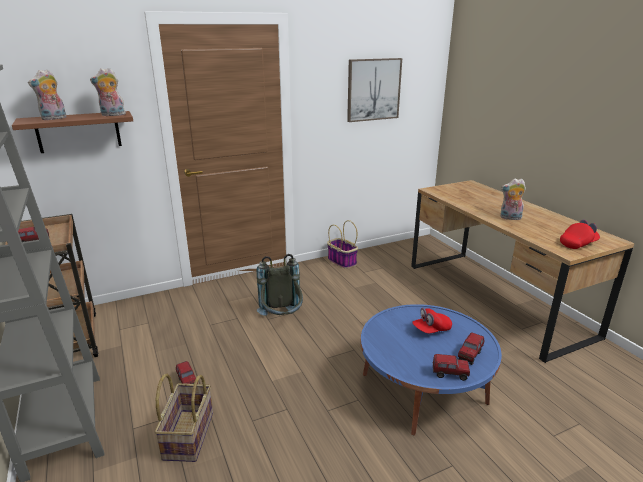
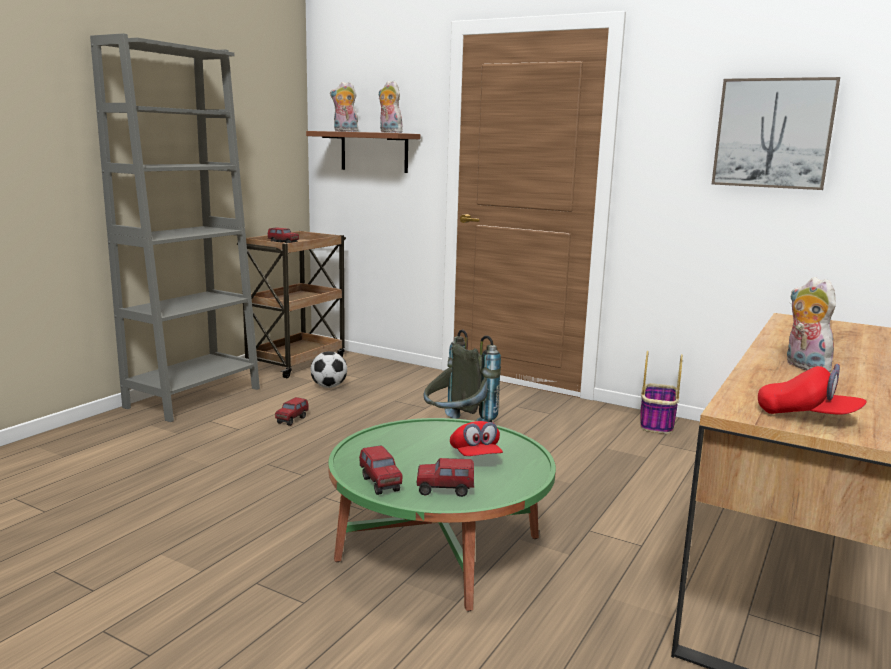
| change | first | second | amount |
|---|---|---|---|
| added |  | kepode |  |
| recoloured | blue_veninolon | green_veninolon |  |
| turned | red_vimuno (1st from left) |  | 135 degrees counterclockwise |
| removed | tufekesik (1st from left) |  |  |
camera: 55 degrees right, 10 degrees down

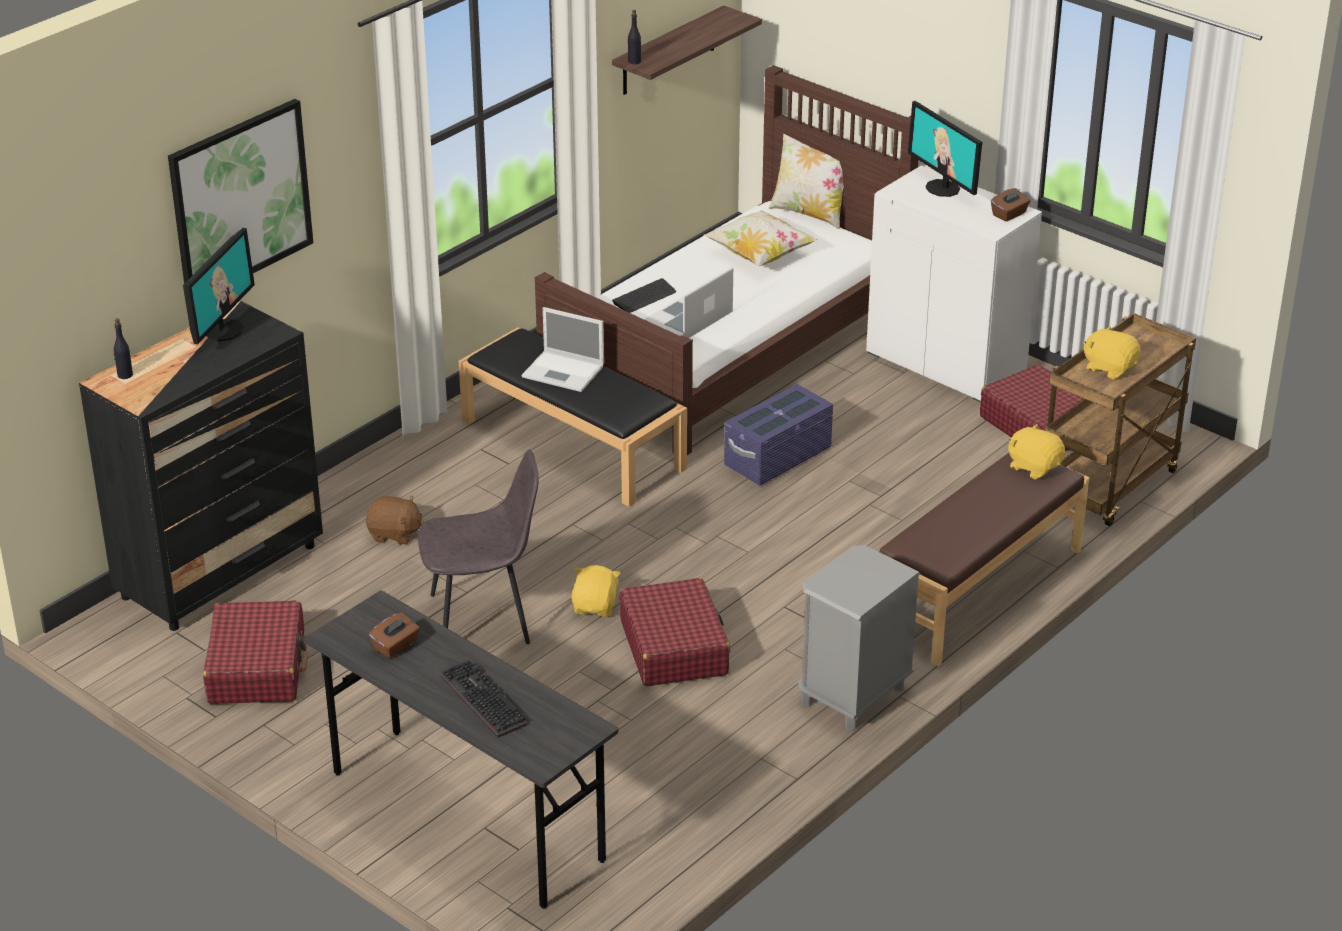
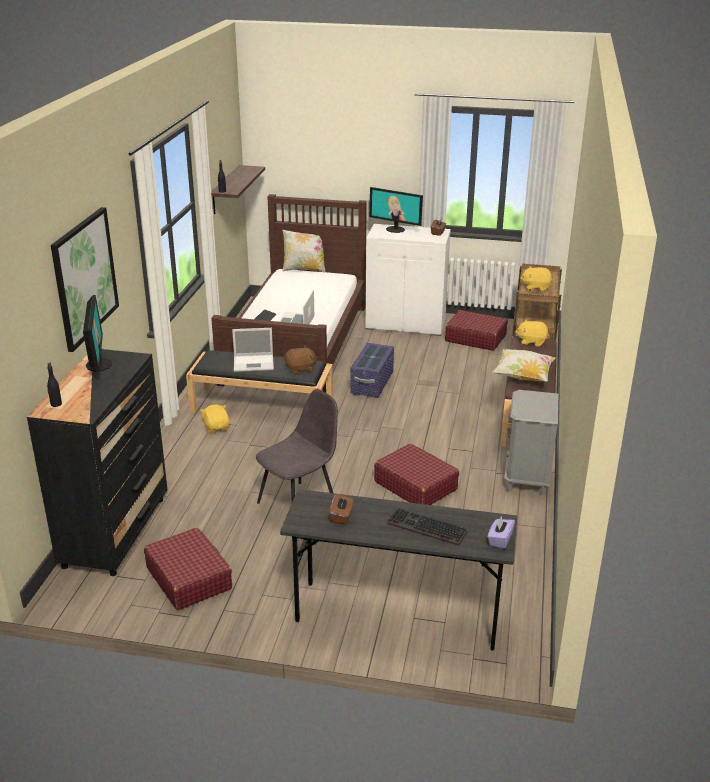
| change | first | second | amount |
|---|---|---|---|
| moved | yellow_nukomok (1st from left) |  |  |
| moved | brown_nukomok |  |  |
| added |  | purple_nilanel |  |
| moved | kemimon (1st from left in the first image) | kemimon (2nd from left) |  |
camera: 30 degrees left, 5 degrees down

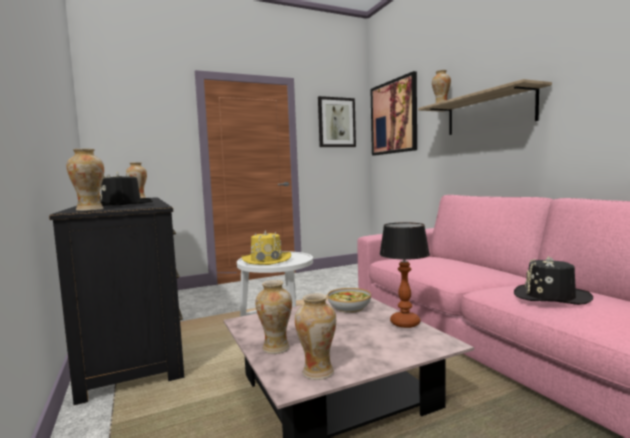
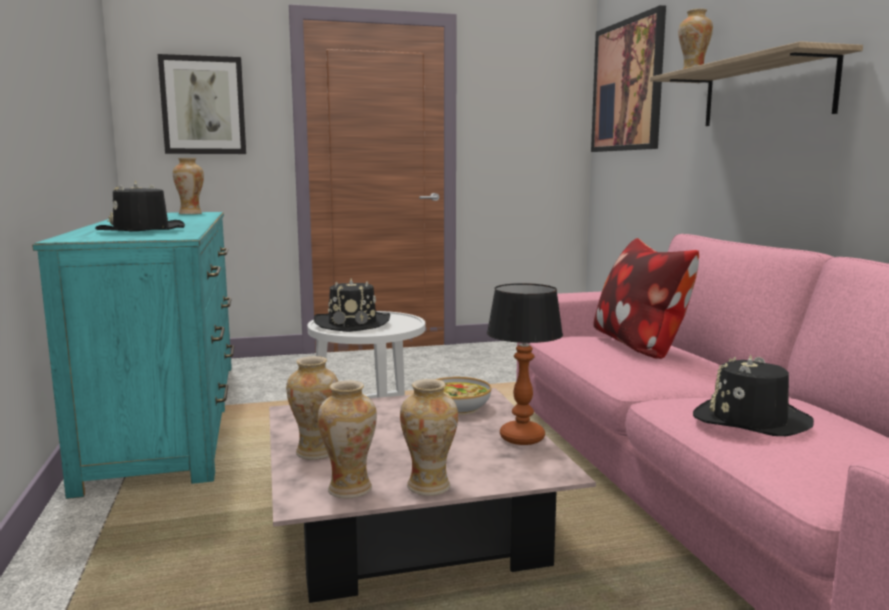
| change | first | second | amount |
|---|---|---|---|
| recoloured | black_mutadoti | turquoise_mutadoti |  |
| moved | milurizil (1st from left) |  |  |
| recoloured | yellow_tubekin | black_tubekin (2nd from left) |  |
| moved | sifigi (1st from left in the first image) | sifigi (4th from left) |  |
| added |  | kemimon |  |
camera: 10 degrees right, 5 degrees up

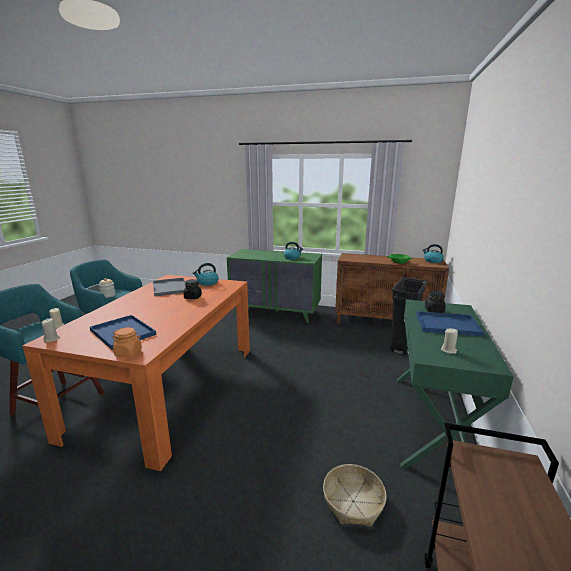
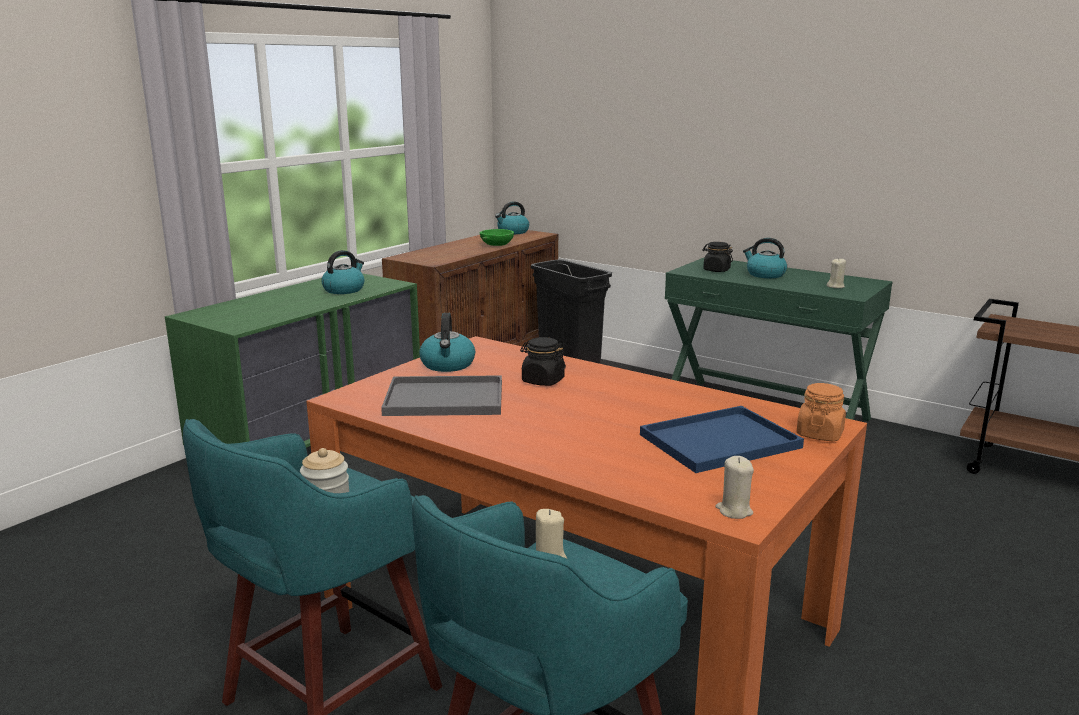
| change | first | second | amount |
|---|---|---|---|
| replaced | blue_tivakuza (2nd from left) | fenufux (4th from left) |  |
| removed | tufekesik |  |  |
camera: 70 degrees left, 0 degrees up

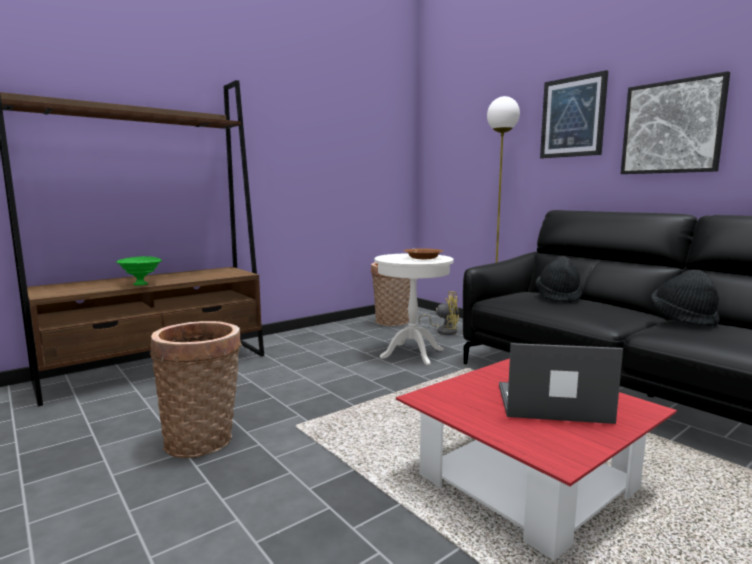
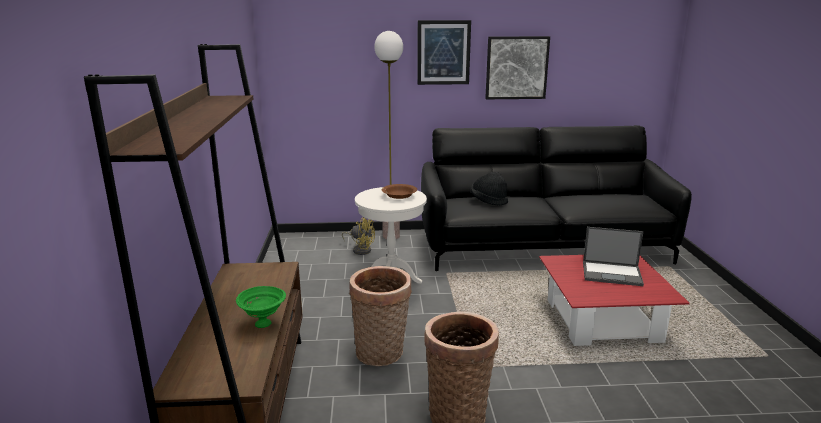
| change | first | second | amount |
|---|---|---|---|
| turned | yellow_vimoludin |  | 60 degrees clockwise |
| moved | tufekesik (2nd from left in the first image) | tufekesik (1st from left) |  |
| turned | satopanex |  | 120 degrees counterclockwise |
| removed | black_tubekin (2nd from left) |  |  |
camera: 55 degrees left, 10 degrees up

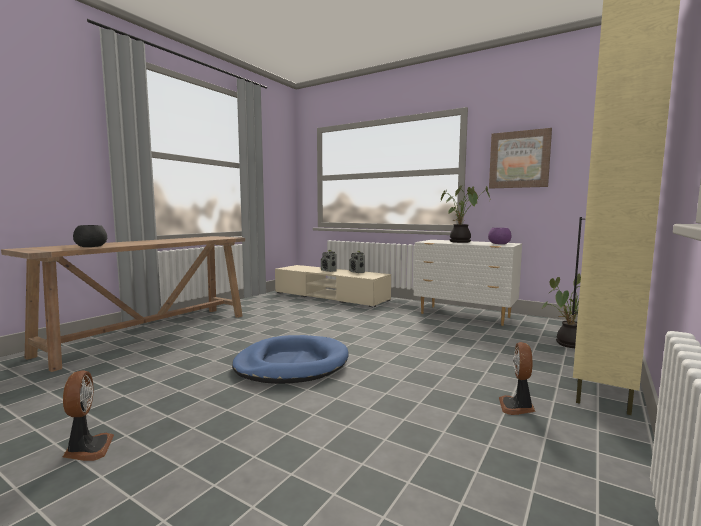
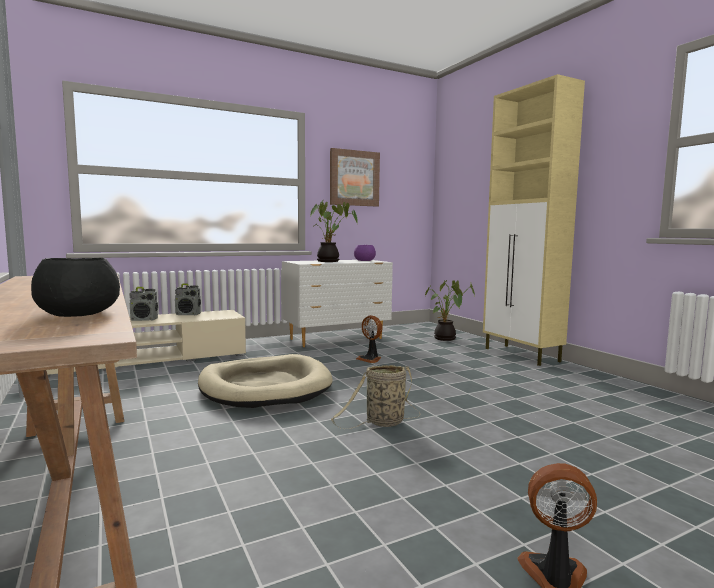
| change | first | second | amount |
|---|---|---|---|
| added |  | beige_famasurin |  |
| replaced | blue_famasurin | tufekesik |  |
| moved | vimoludin (2nd from left in the first image) | vimoludin (1st from left) |  |
camera: 60 degrees left, 0 degrees up

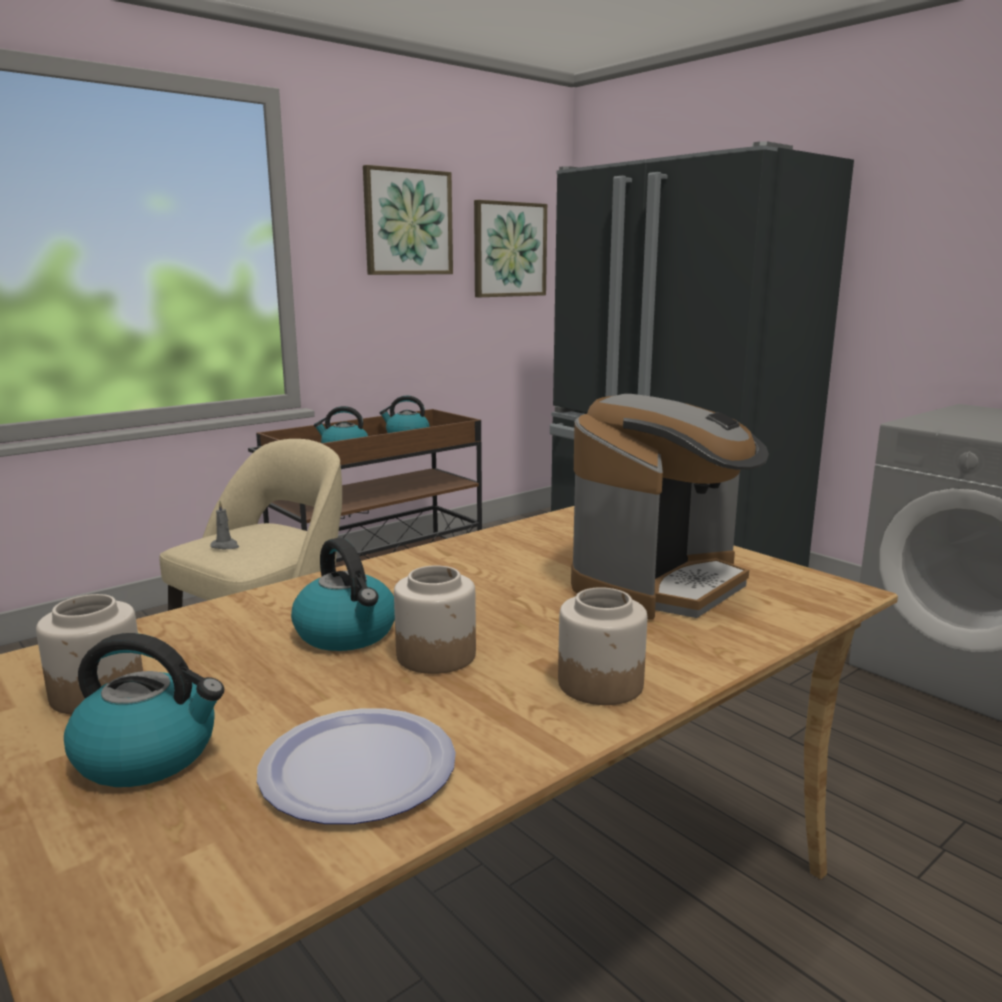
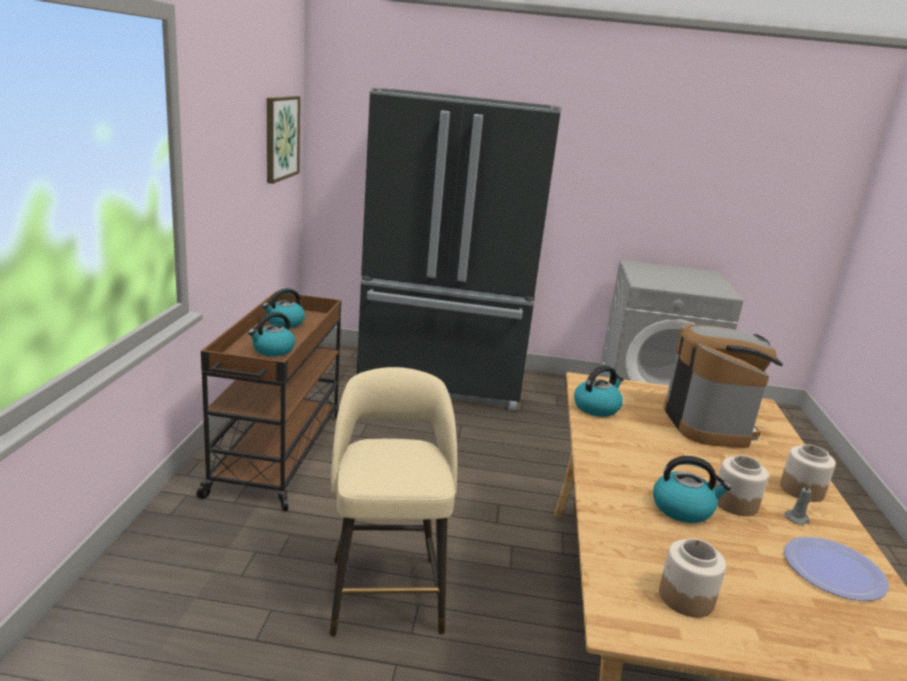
| change | first | second | amount |
|---|---|---|---|
| moved | fenufux (1st from left in the first image) | fenufux (3rd from left) |  |
| moved | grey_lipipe |  |  |
| removed | milurizil (1st from left) |  |  |
camera: 45 degrees left, 5 degrees up

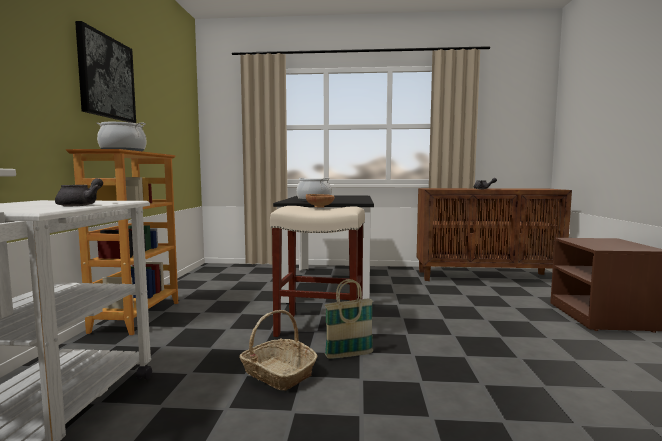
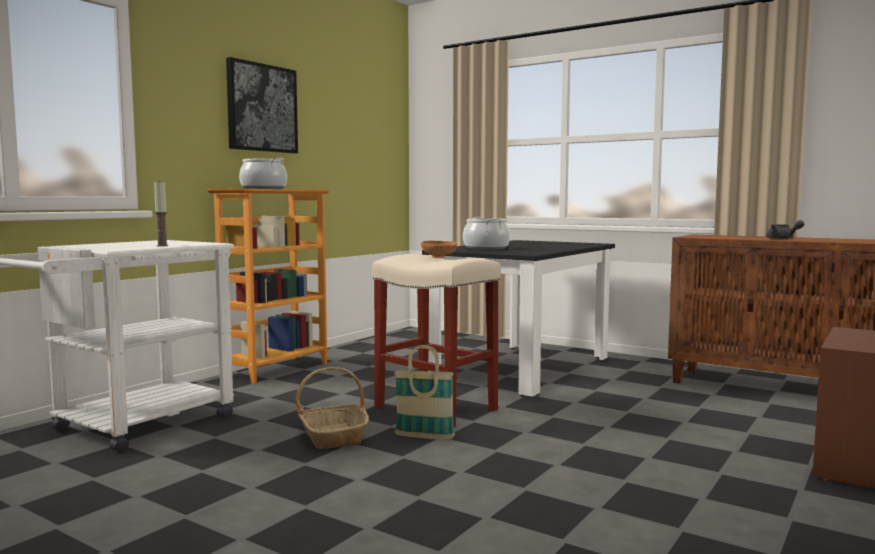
| change | first | second | amount |
|---|---|---|---|
| replaced | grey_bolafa (1st from left) | lipipe |  |
camera: 30 degrees right, 0 degrees up

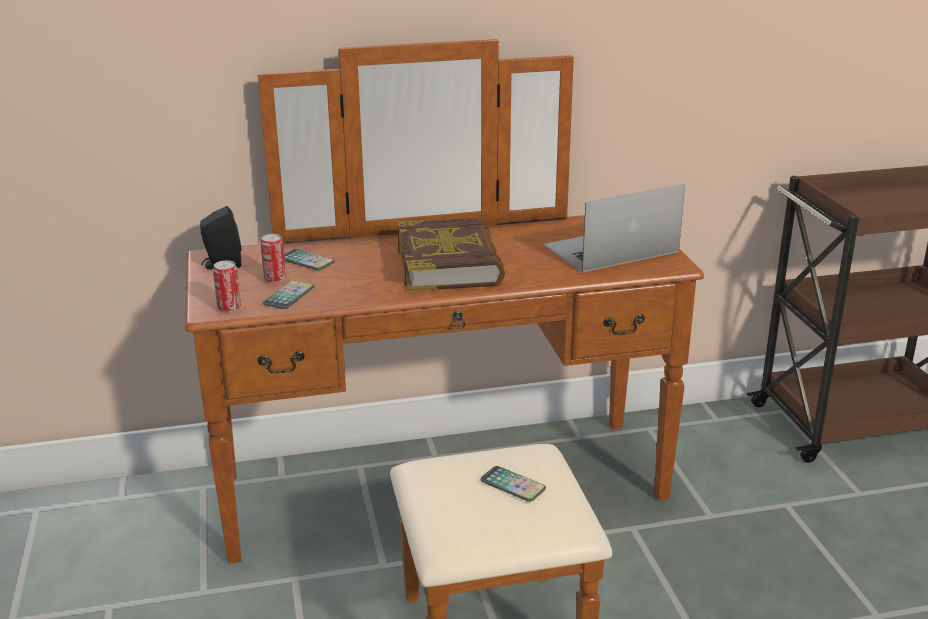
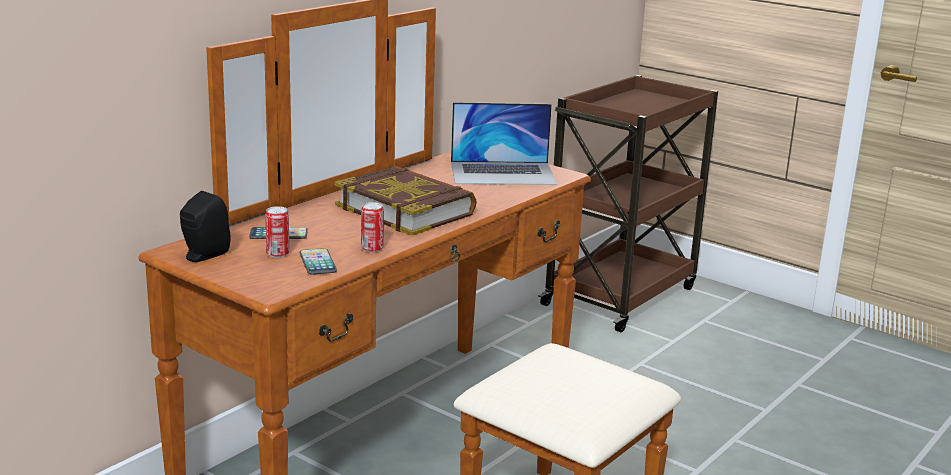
| change | first | second | amount |
|---|---|---|---|
| moved | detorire (1st from left in the first image) | detorire (2nd from left) |  |
| turned | satopanex |  | 120 degrees counterclockwise |
| removed | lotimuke (3rd from left) |  |  |
camera: 40 degrees left, 5 degrees down

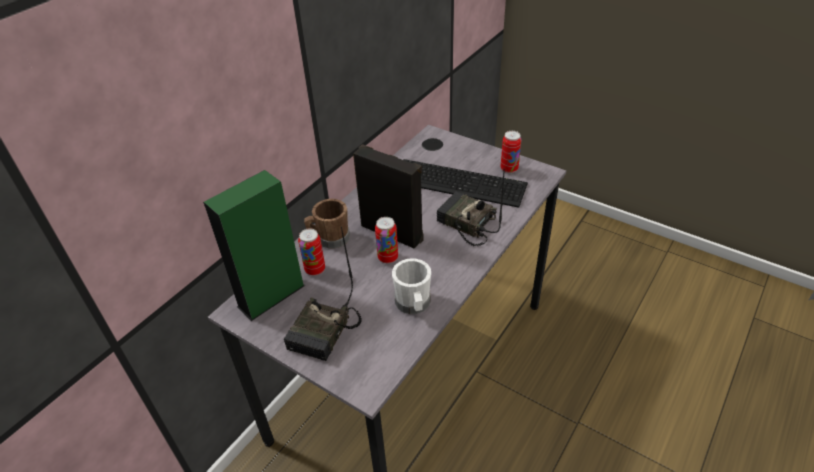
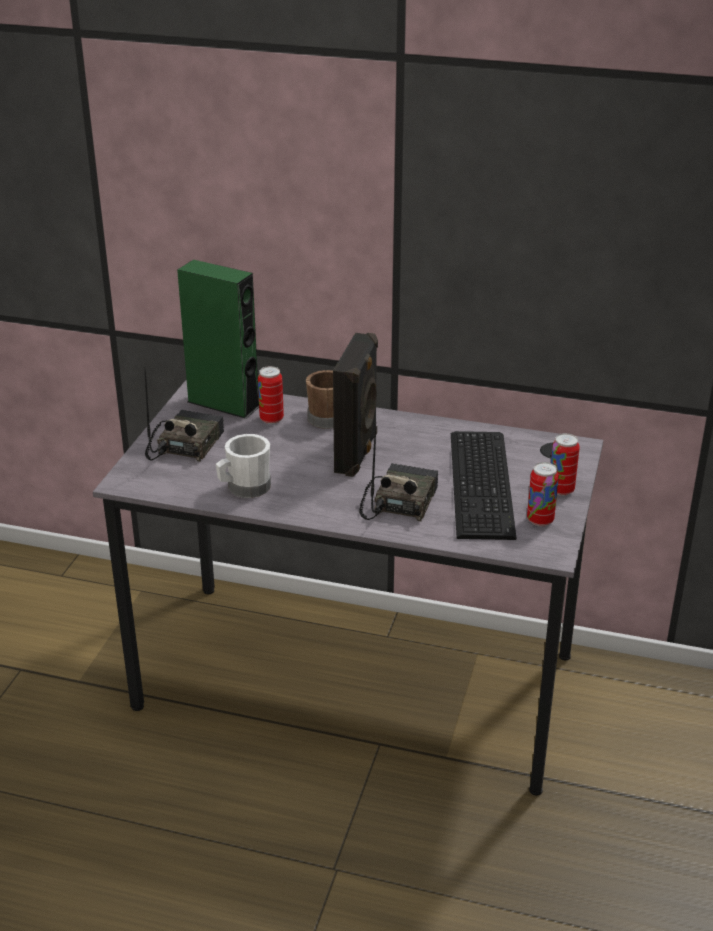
| change | first | second | amount |
|---|---|---|---|
| turned | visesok (1st from left) |  | 105 degrees clockwise |
| moved | detorire (2nd from left in the first image) | detorire (3rd from left) |  |
camera: 70 degrees right, 10 degrees down

